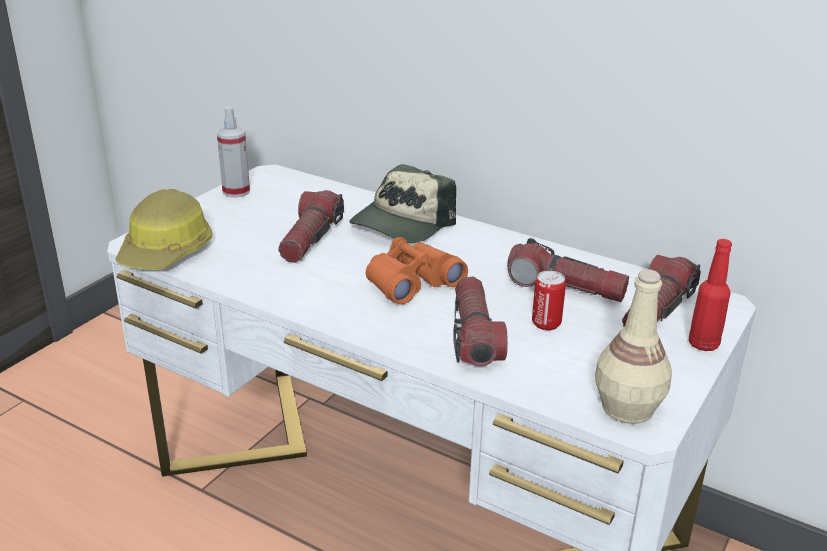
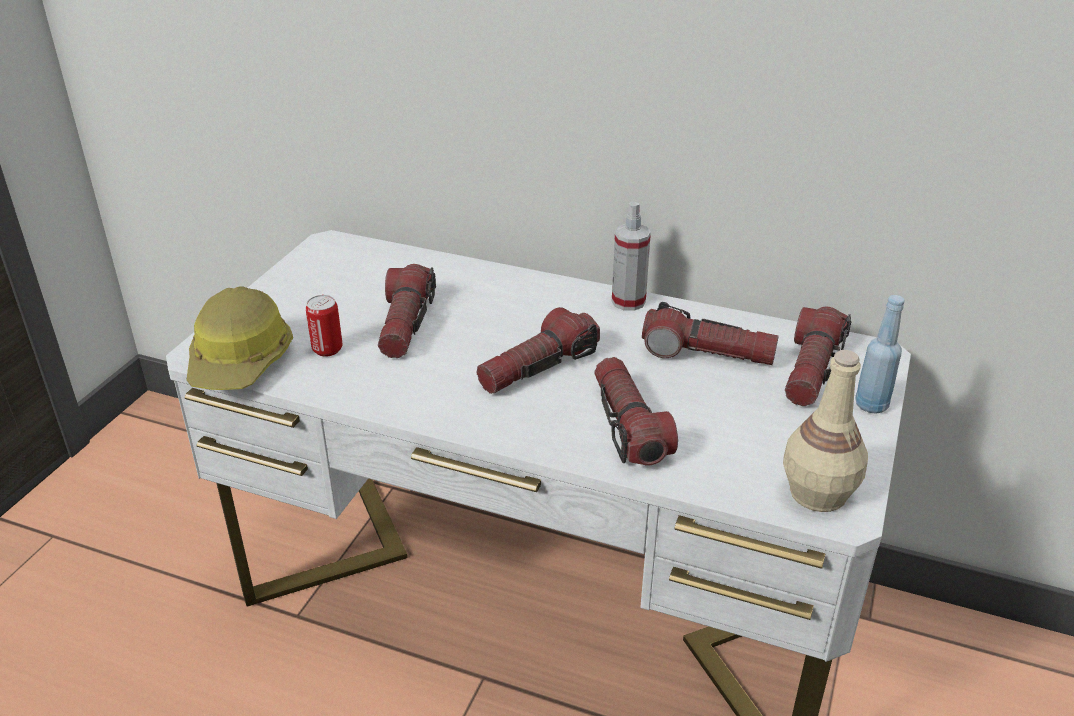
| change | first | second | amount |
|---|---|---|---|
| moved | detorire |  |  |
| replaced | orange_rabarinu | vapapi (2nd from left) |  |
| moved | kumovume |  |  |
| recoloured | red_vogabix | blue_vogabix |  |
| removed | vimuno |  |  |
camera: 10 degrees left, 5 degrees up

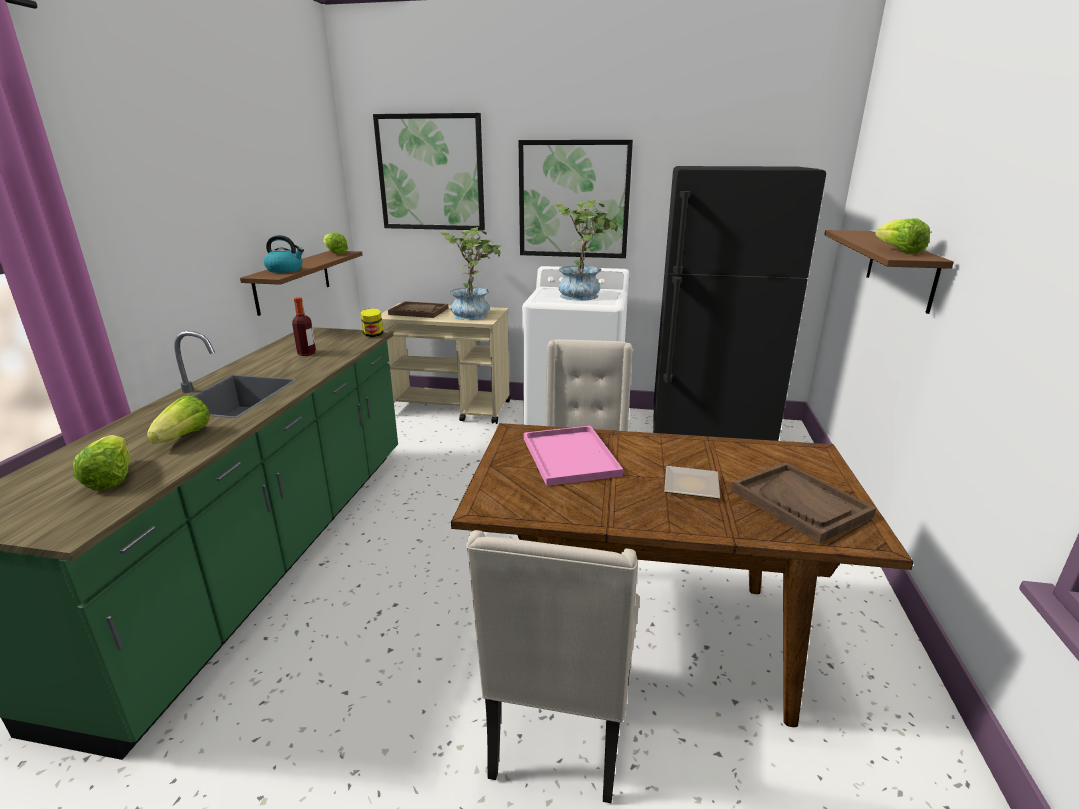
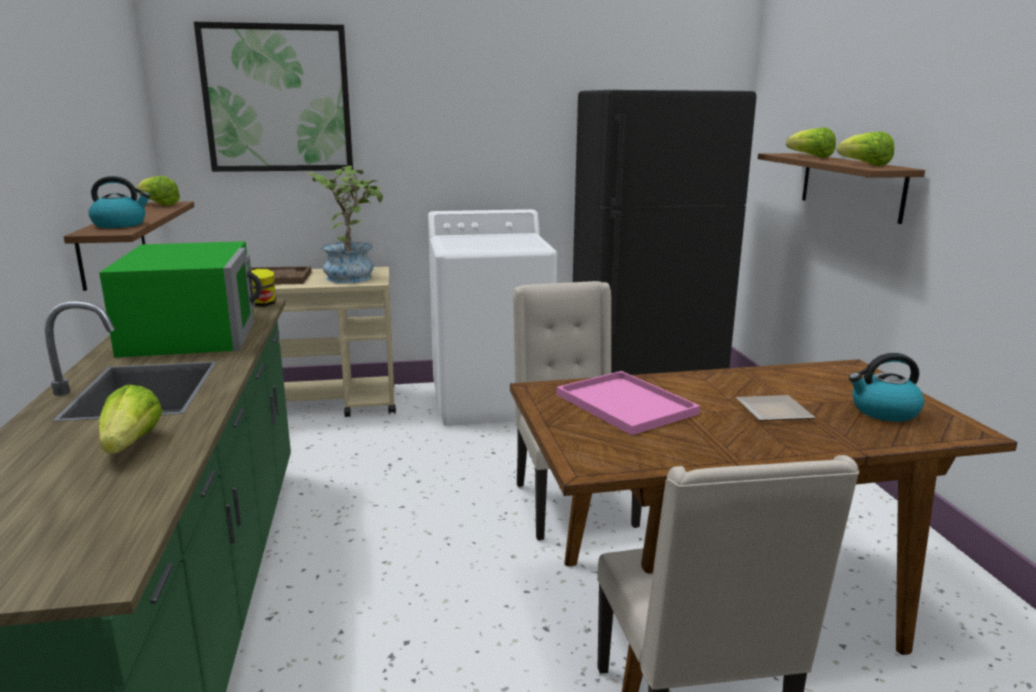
| change | first | second | amount |
|---|---|---|---|
| replaced | vogabix | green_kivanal |  |
| moved | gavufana (1st from left in the first image) | gavufana (3rd from left) |  |
| replaced | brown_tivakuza (2nd from left) | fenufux (2nd from left) |  |
| removed | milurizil (2nd from left) |  |  |
| removed | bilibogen (2nd from left) |  |  |
camera: 20 degrees left, 5 degrees down

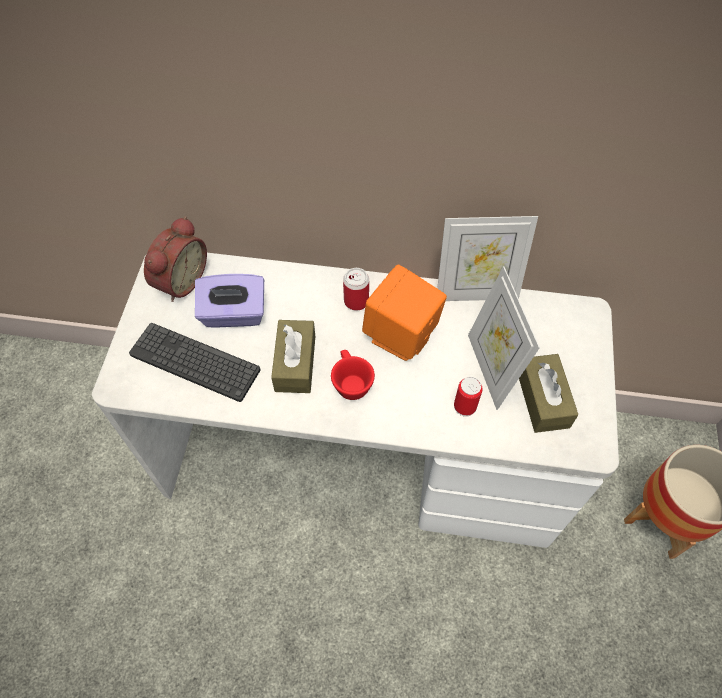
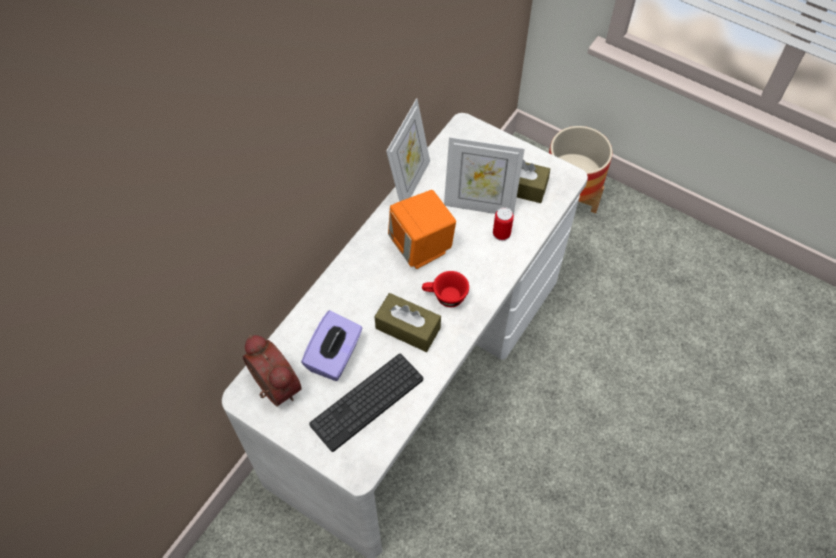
| change | first | second | amount |
|---|---|---|---|
| removed | detorire (1st from left) |  |  |
camera: 65 degrees left, 0 degrees up

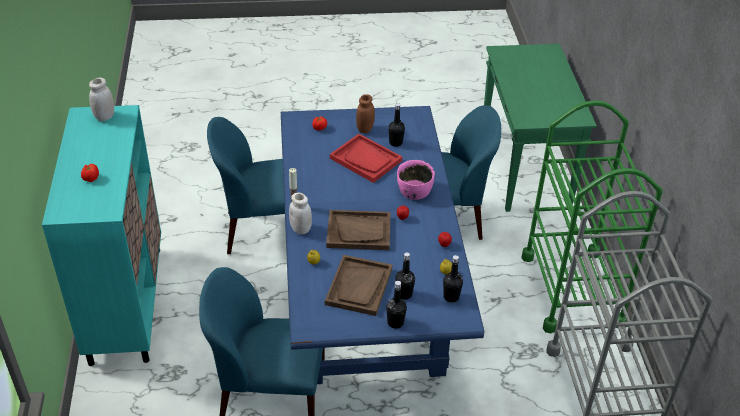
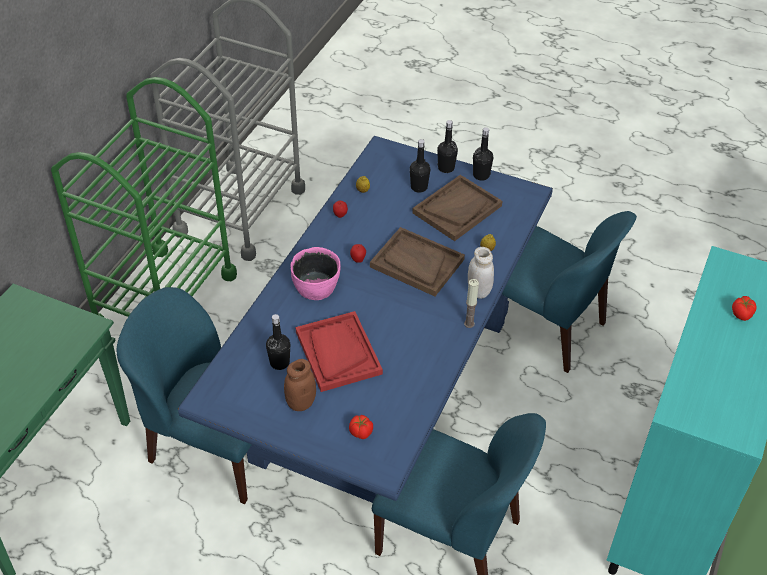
| change | first | second | amount |
|---|---|---|---|
| moved | black_vogabix (4th from left) |  |  |
| removed | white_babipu (1st from left) |  |  |
camera: 150 degrees left, 5 degrees up

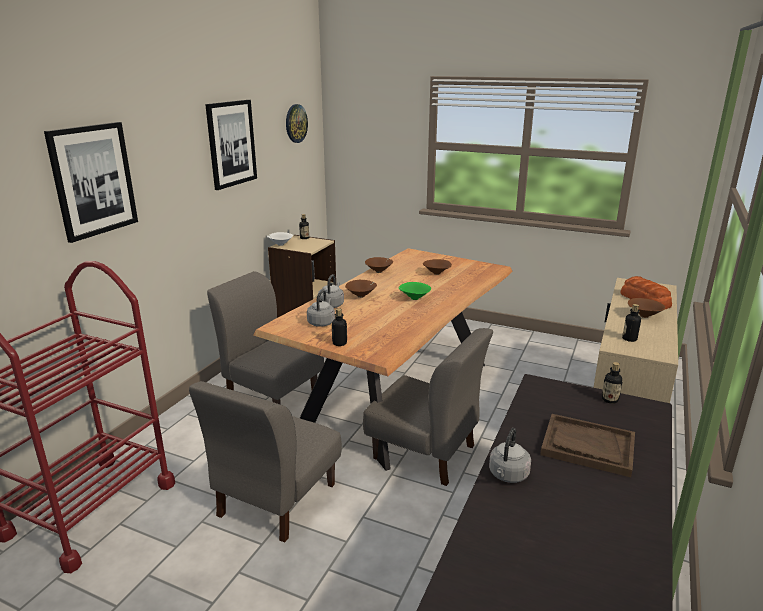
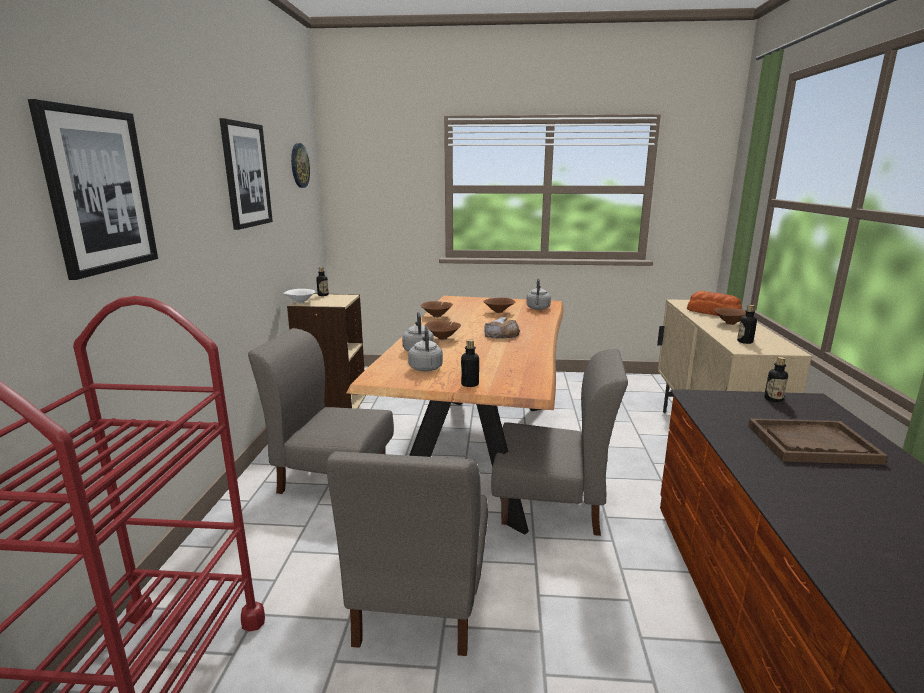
| change | first | second | amount |
|---|---|---|---|
| replaced | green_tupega | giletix (1st from left) |  |
| moved | grey_fenufux (3rd from left) |  |  |
camera: 20 degrees left, 5 degrees down

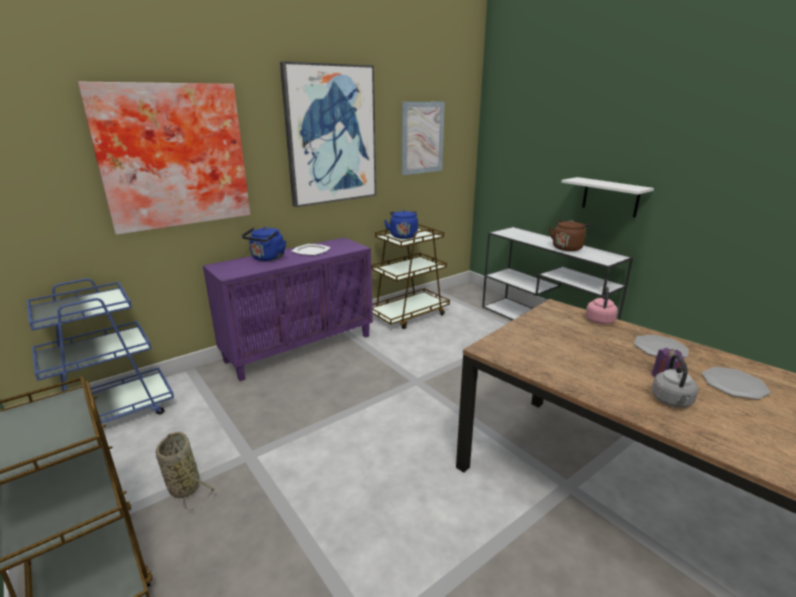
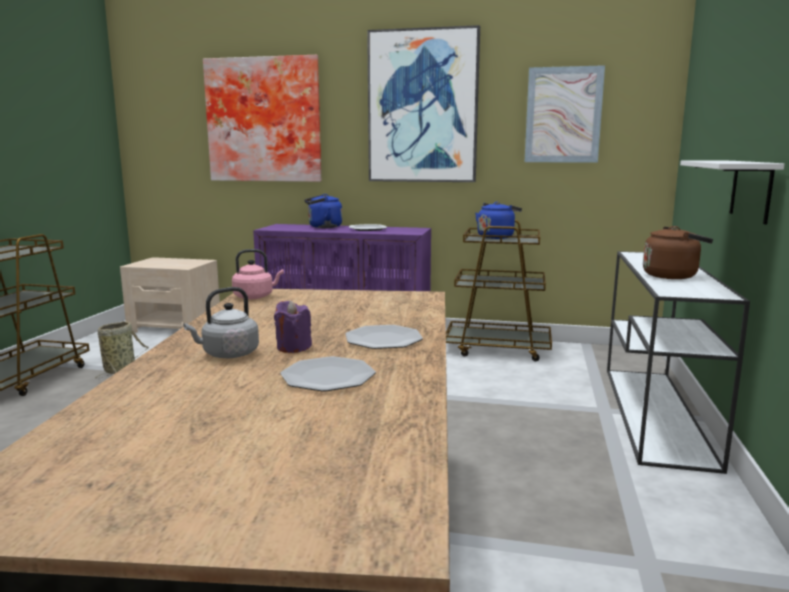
| change | first | second | amount |
|---|---|---|---|
| replaced | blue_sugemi | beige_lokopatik |  |
| moved | pink_fenufux |  |  |
camera: 50 degrees right, 10 degrees down

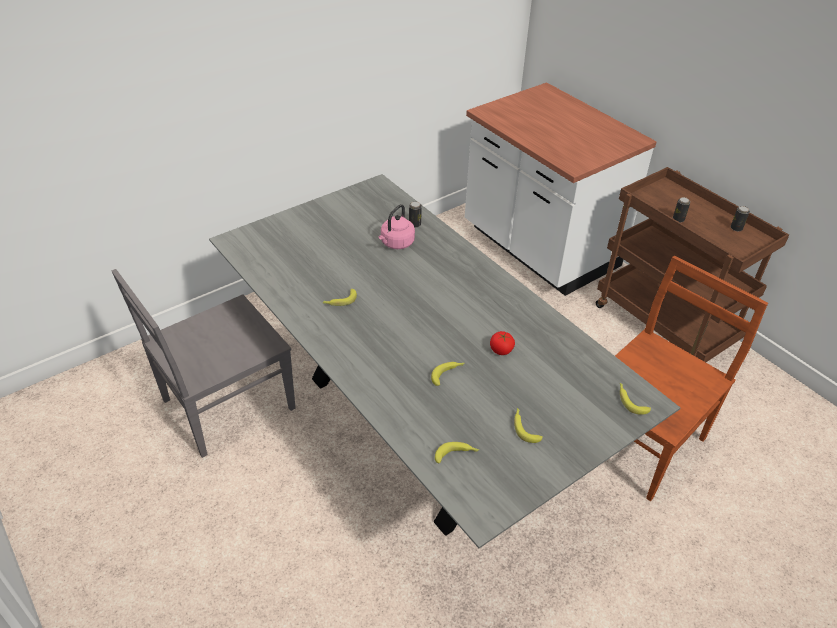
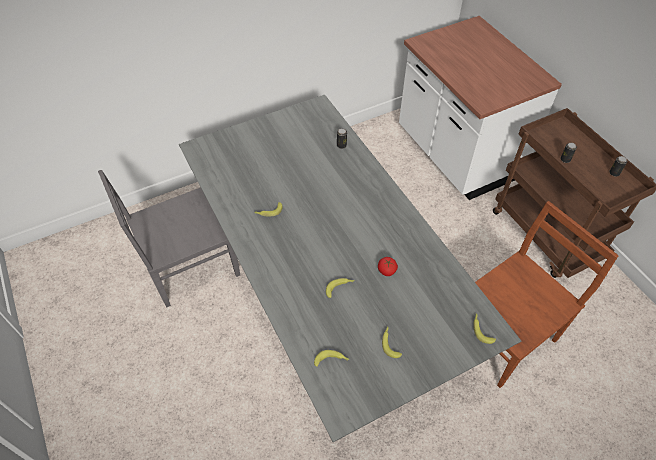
| change | first | second | amount |
|---|---|---|---|
| removed | pink_fenufux |  |  |
camera: 10 degrees right, 10 degrees up

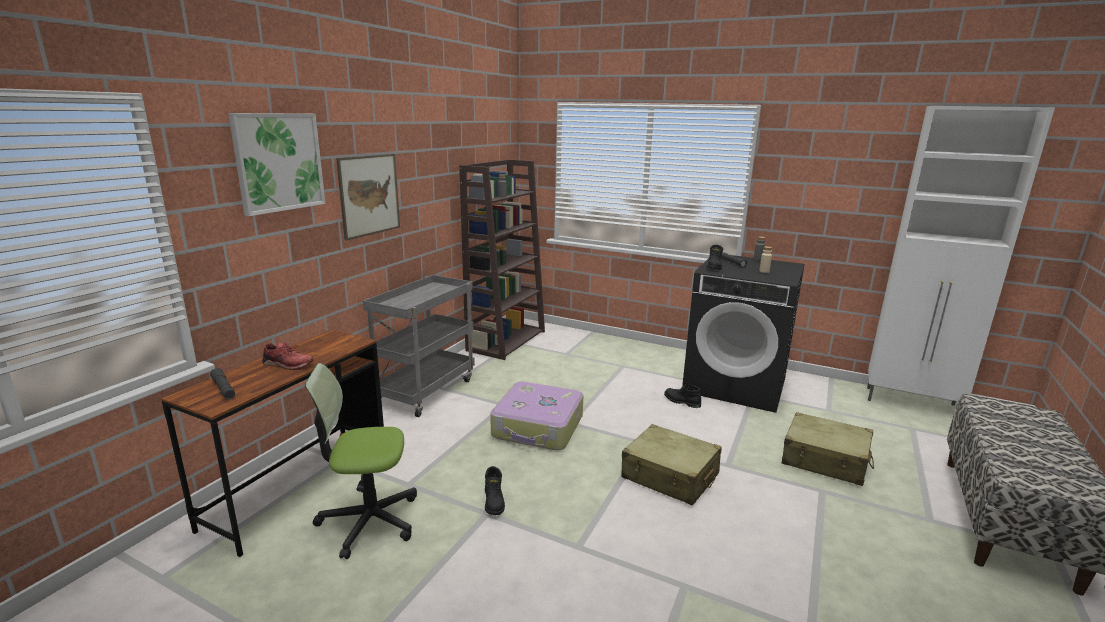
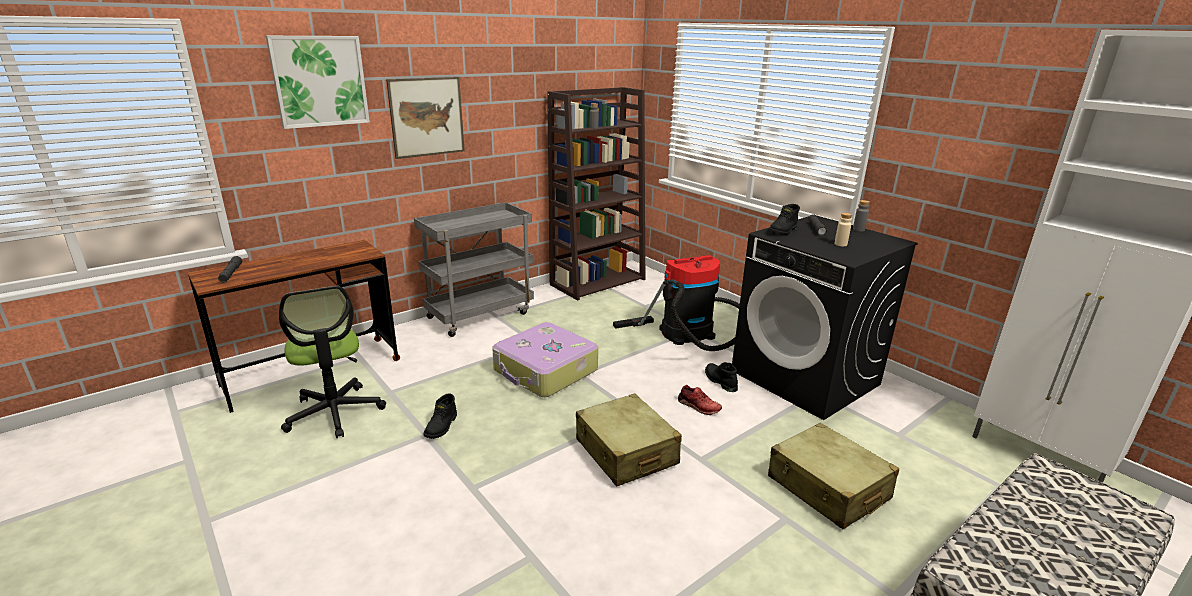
| change | first | second | amount |
|---|---|---|---|
| turned | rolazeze |  | 135 degrees counterclockwise |
| added |  | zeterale |  |
| moved | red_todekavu |  |  |
camera: 25 degrees right, 5 degrees up

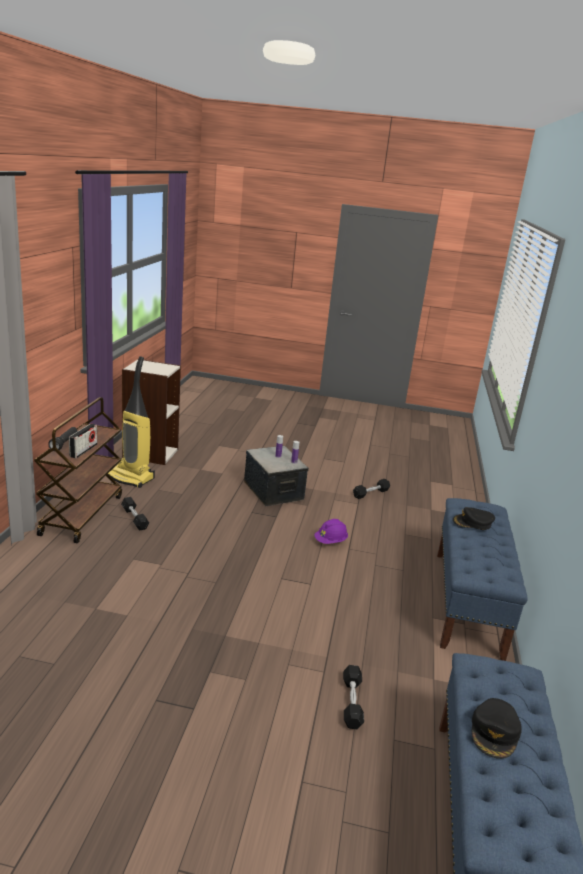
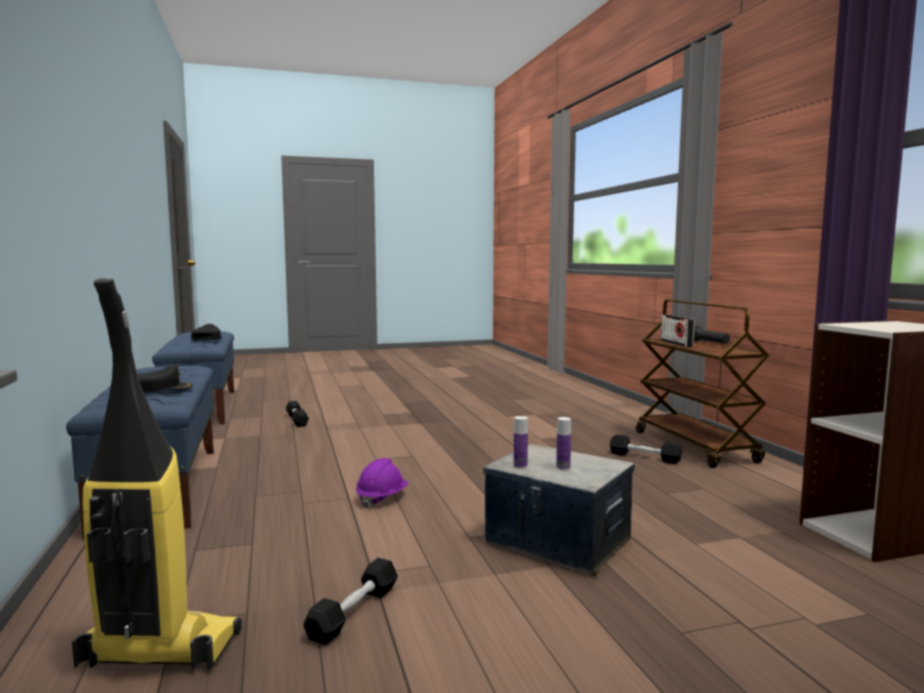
| change | first | second | amount |
|---|---|---|---|
| moved | zeterale |  |  |
camera: 155 degrees right, 15 degrees down

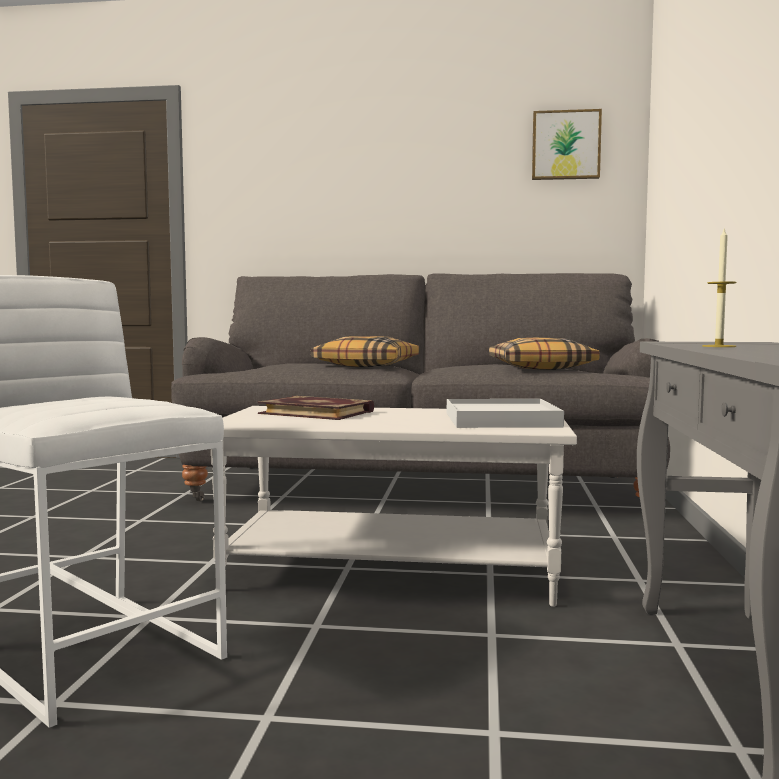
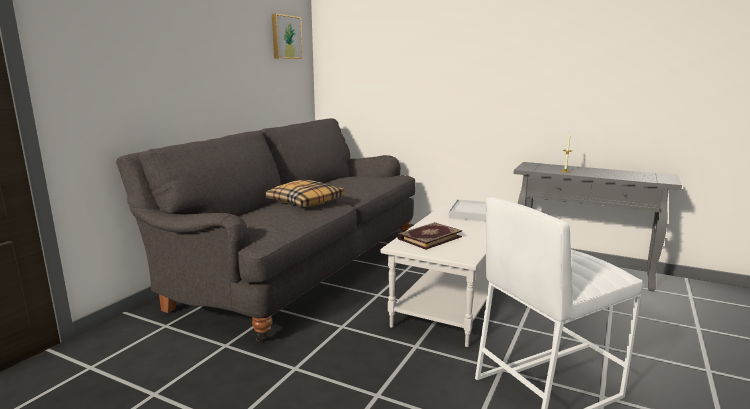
| change | first | second | amount |
|---|---|---|---|
| removed | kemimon (2nd from left) |  |  |
camera: 70 degrees left, 10 degrees up

